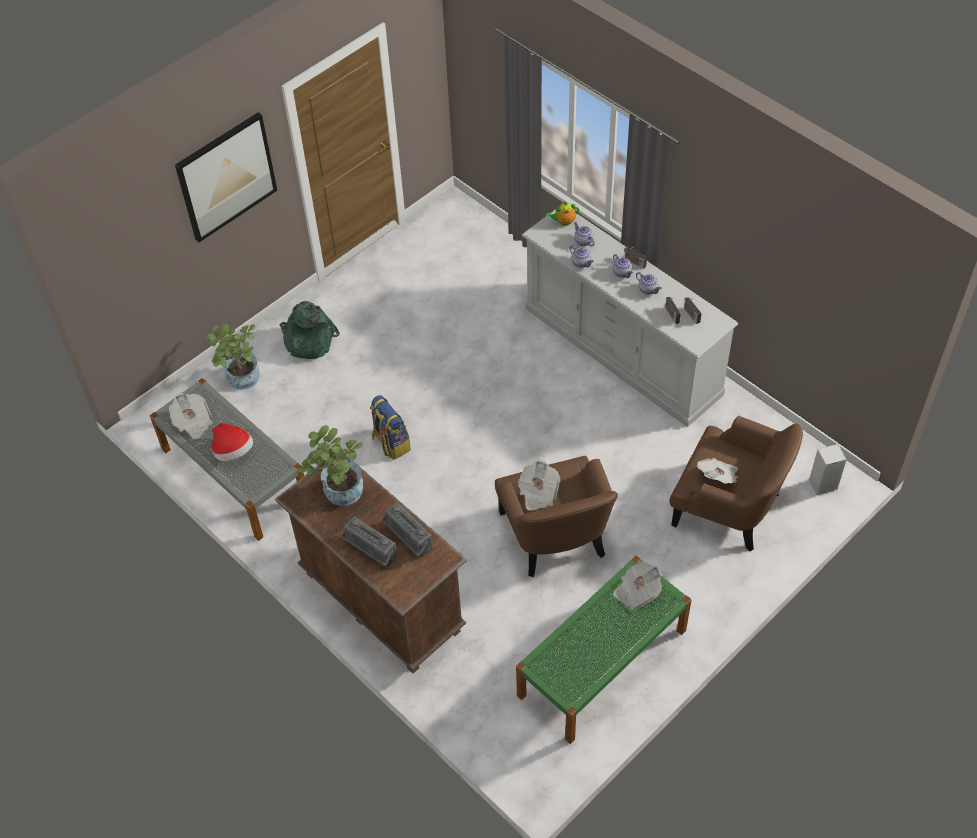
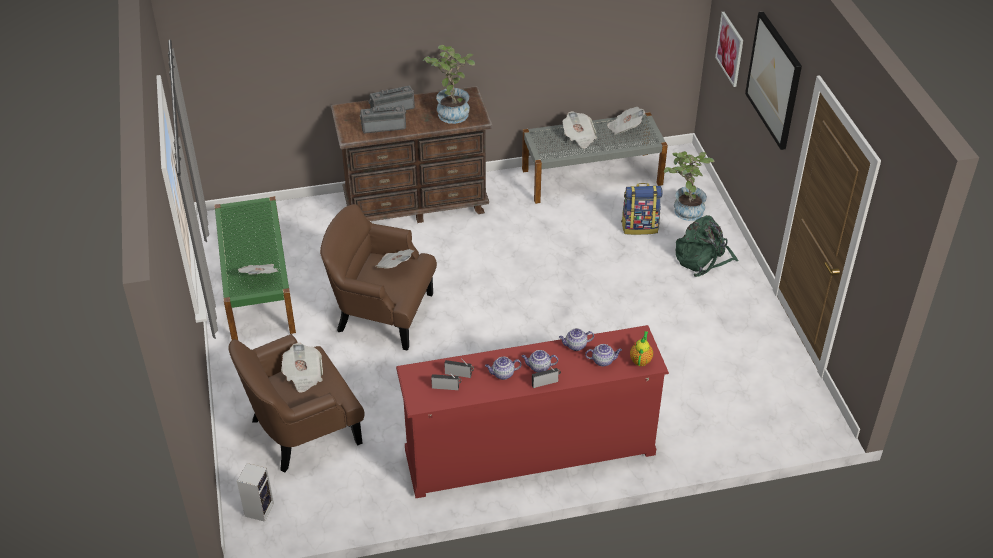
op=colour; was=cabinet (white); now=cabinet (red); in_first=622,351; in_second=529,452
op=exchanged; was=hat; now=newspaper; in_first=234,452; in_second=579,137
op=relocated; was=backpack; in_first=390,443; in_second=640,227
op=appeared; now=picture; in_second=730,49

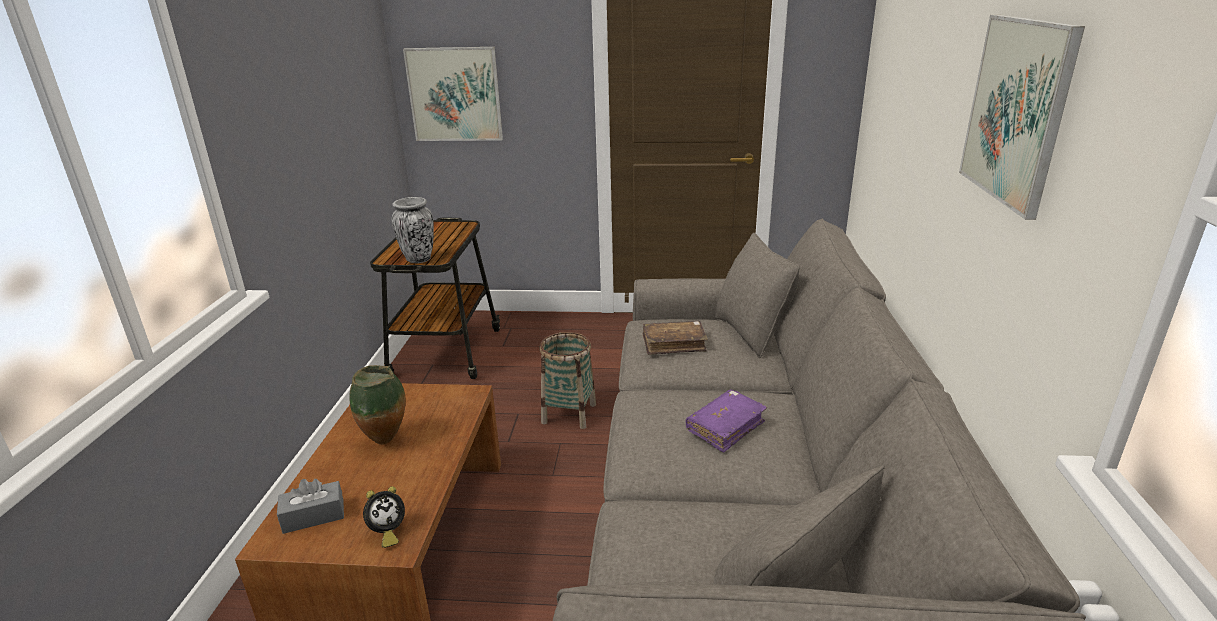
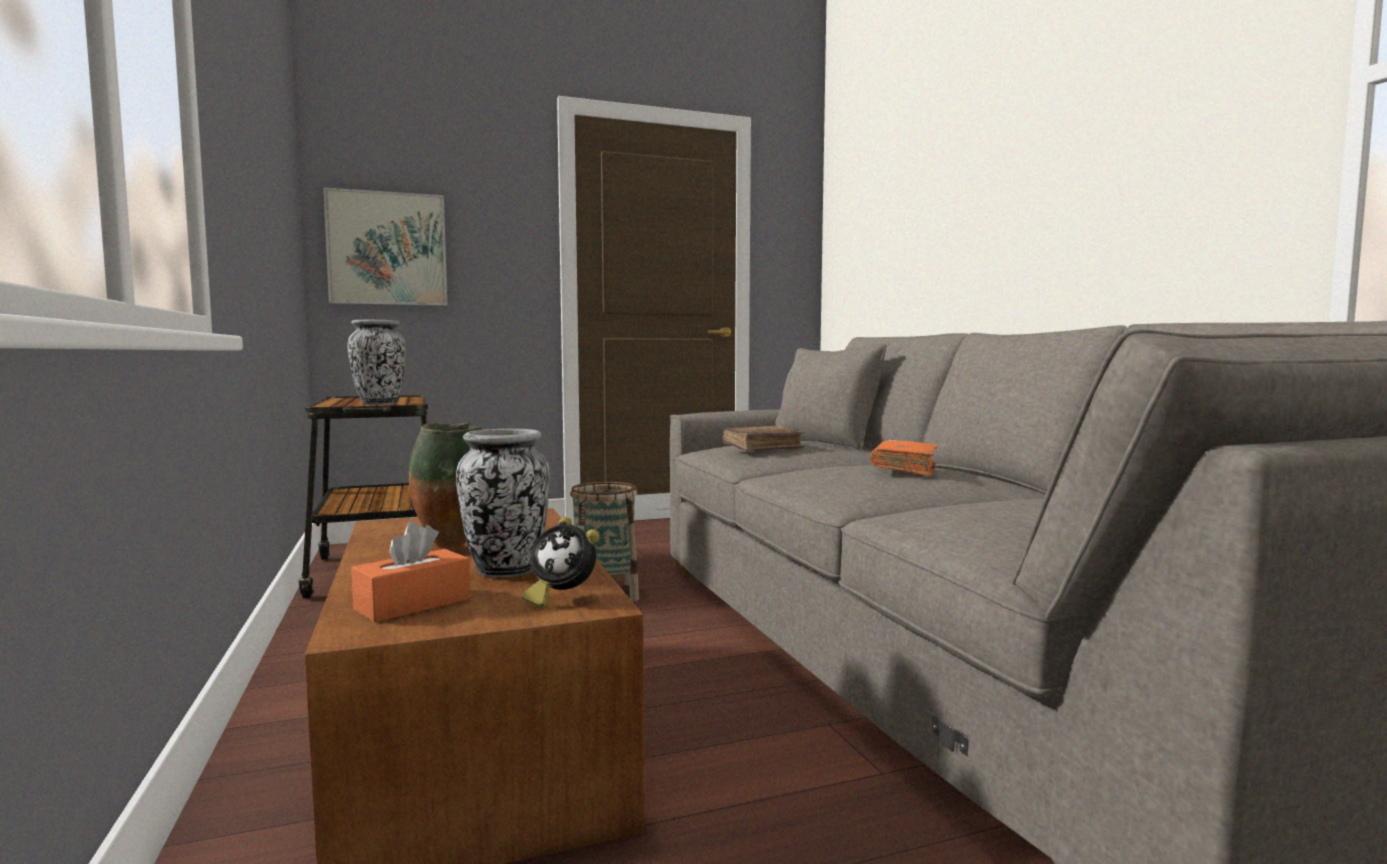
op=colour; was=tissue box (grey); now=tissue box (orange); in_first=313,516; in_second=413,604
op=appeared; now=vase; in_second=506,571
op=spun; was=alarm clock; in_first=387,533; in_second=561,598; clockwise=90
op=colour; was=book (purple); now=book (orange); in_first=725,427; in_second=904,469
op=missing; was=picture; in_first=1016,111

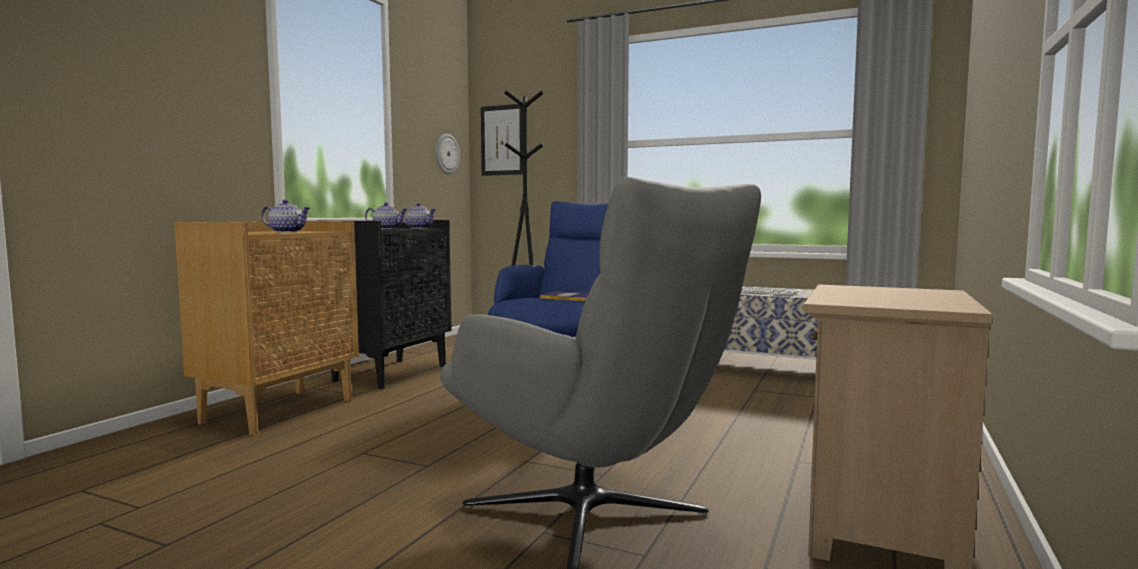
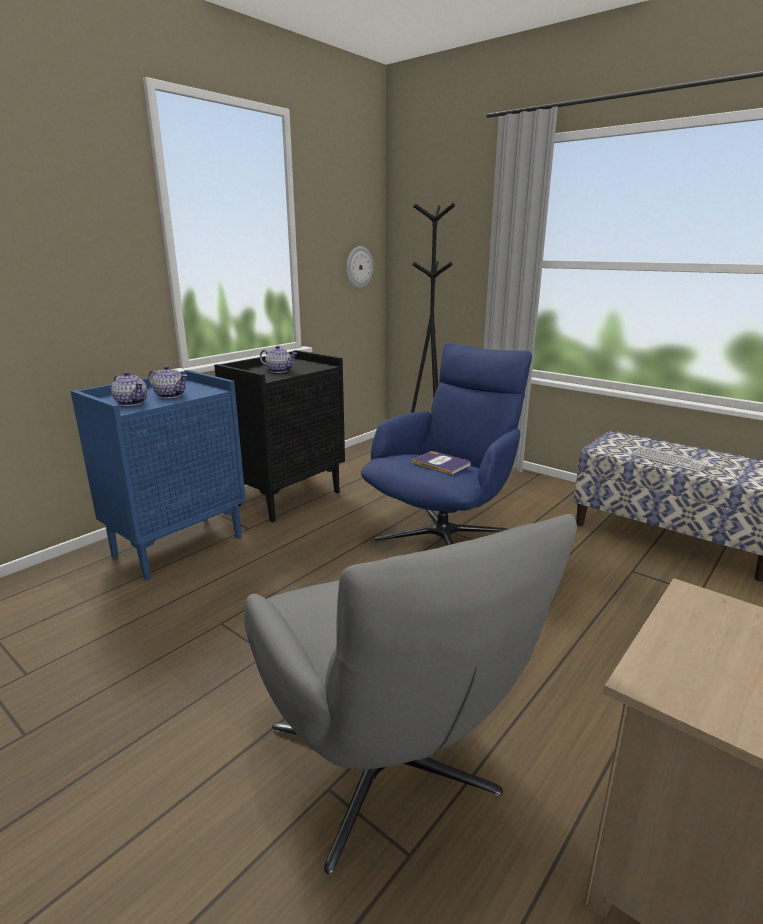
op=colour; was=cabinet (brown); now=cabinet (blue); in_first=280,410; in_second=179,546
op=relocated; was=teapot; in_first=418,228; in_second=131,403
op=missing; was=picture; in_first=502,140

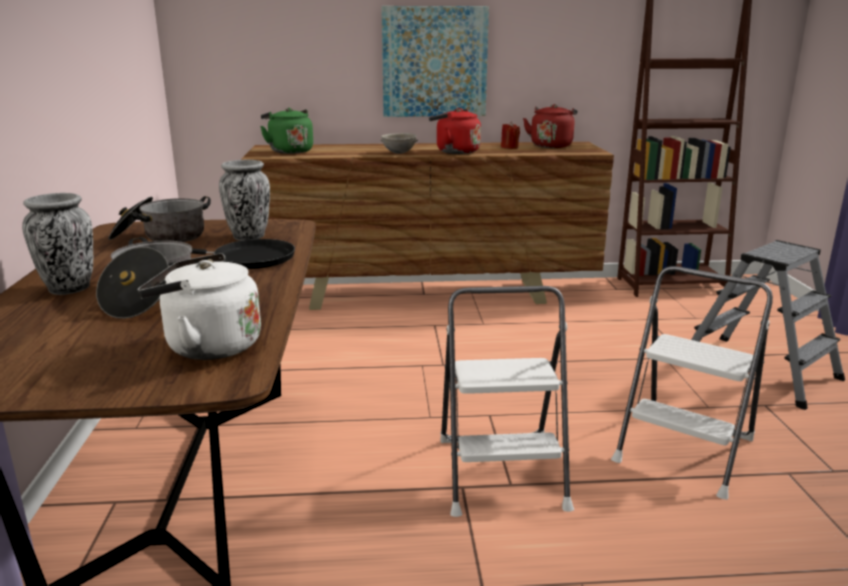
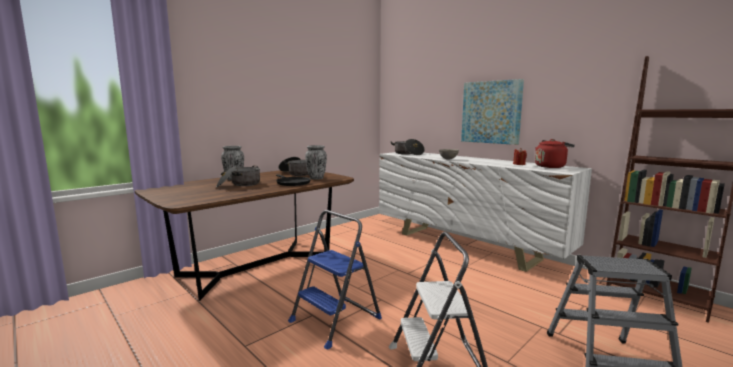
op=colour; was=step ladder (white); now=step ladder (blue); in_first=501,469; in_second=338,318
op=colour; was=cabinet (brown); now=cabinet (white); in_first=428,295; in_second=466,246
op=exchanged; was=kettle (green); now=cooking pot; in_first=289,151; in_second=408,153
op=missing; was=kettle (white); in_first=207,346
op=missing; was=kettle (red); in_first=454,152

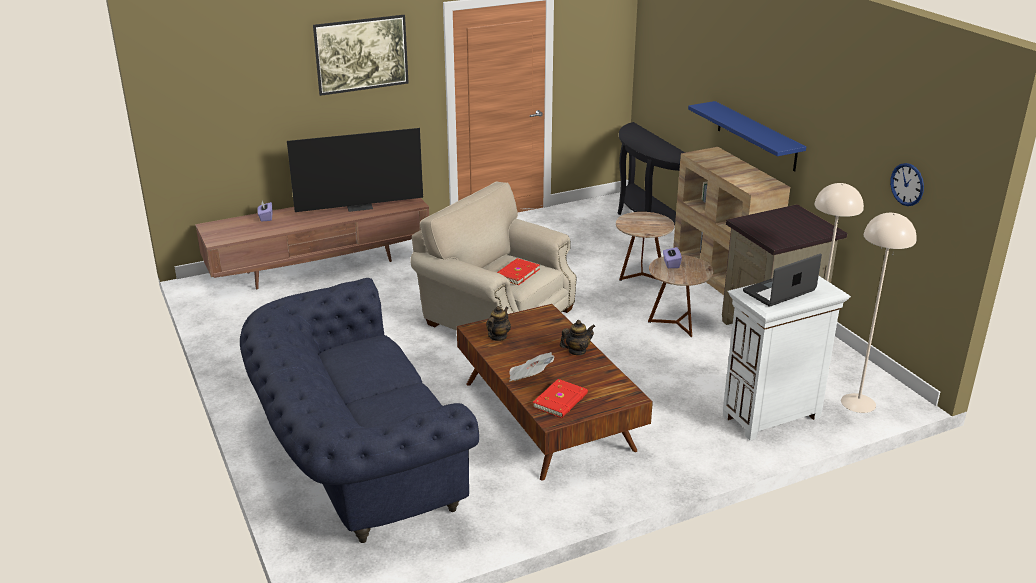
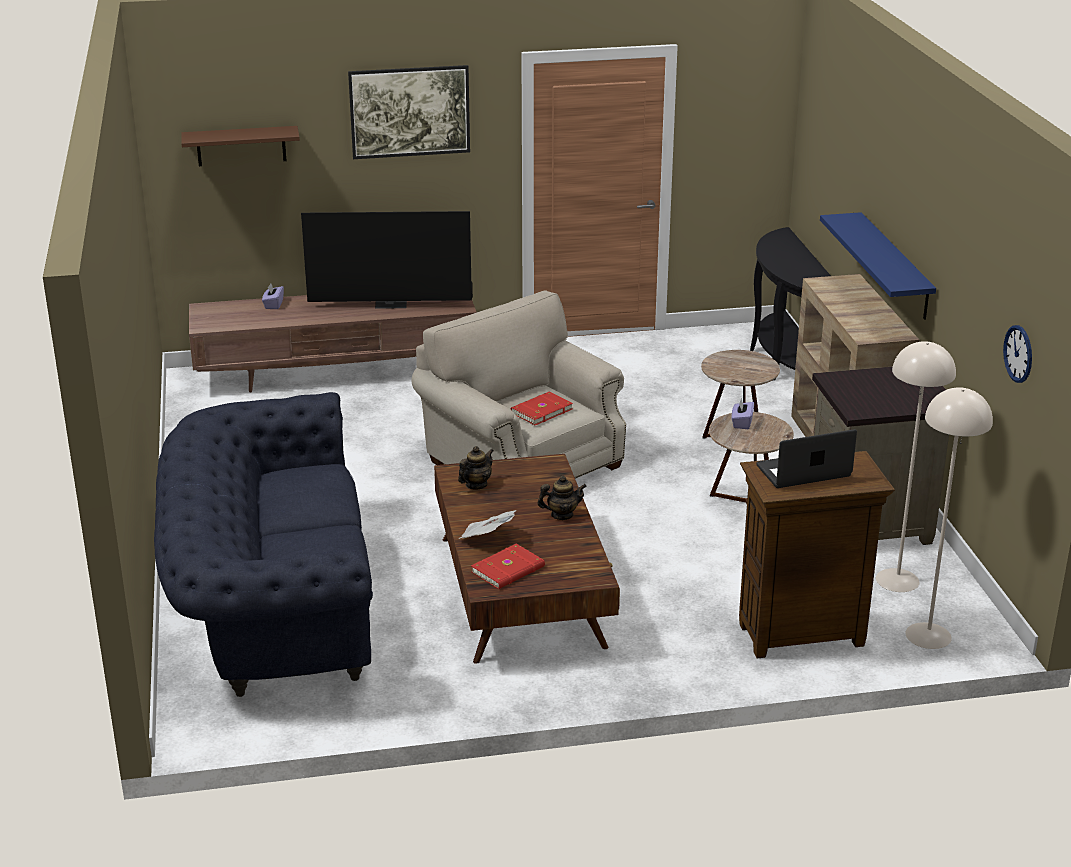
op=appeared; now=shelf (brown); in_second=241,146
op=colour; was=cabinet (white); now=cabinet (brown); in_first=771,418; in_second=800,636

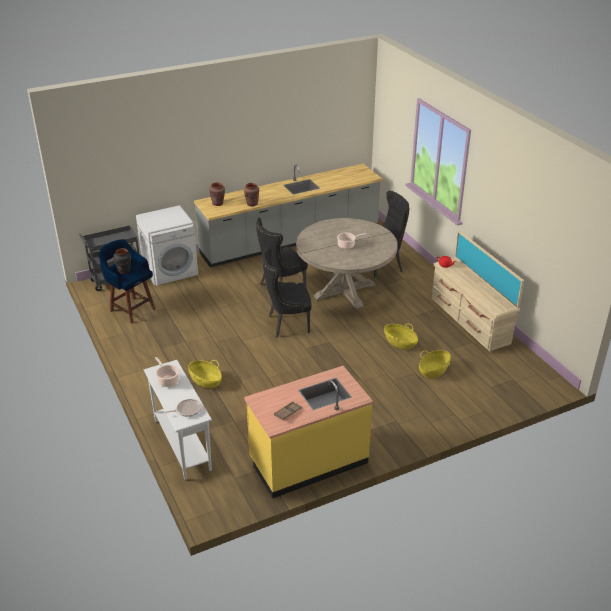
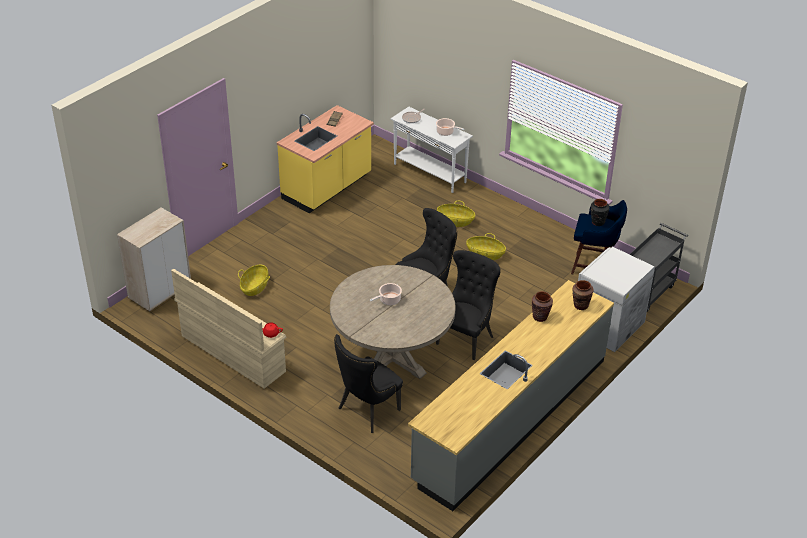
op=appeared; now=cabinet (beige); in_second=160,293
op=relocated; was=basket; in_first=400,343; in_second=485,255

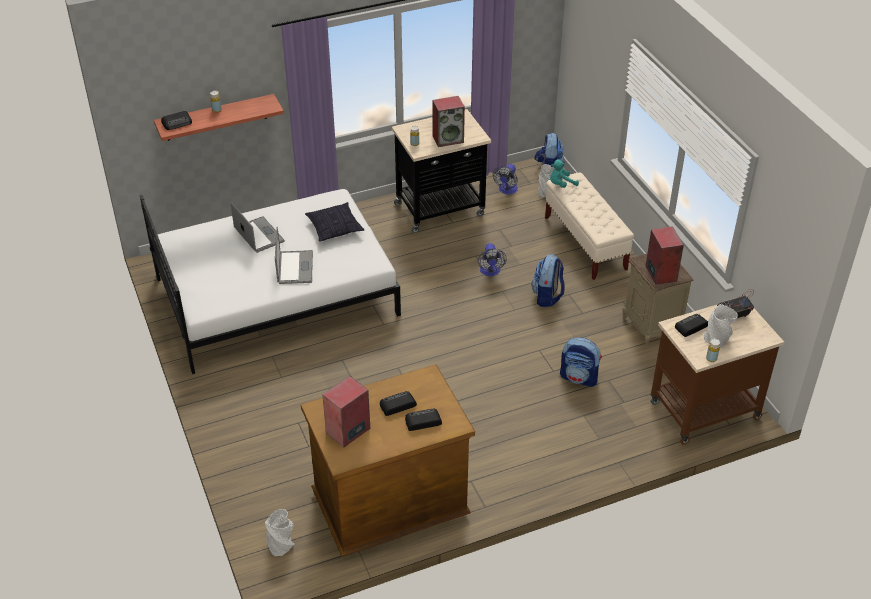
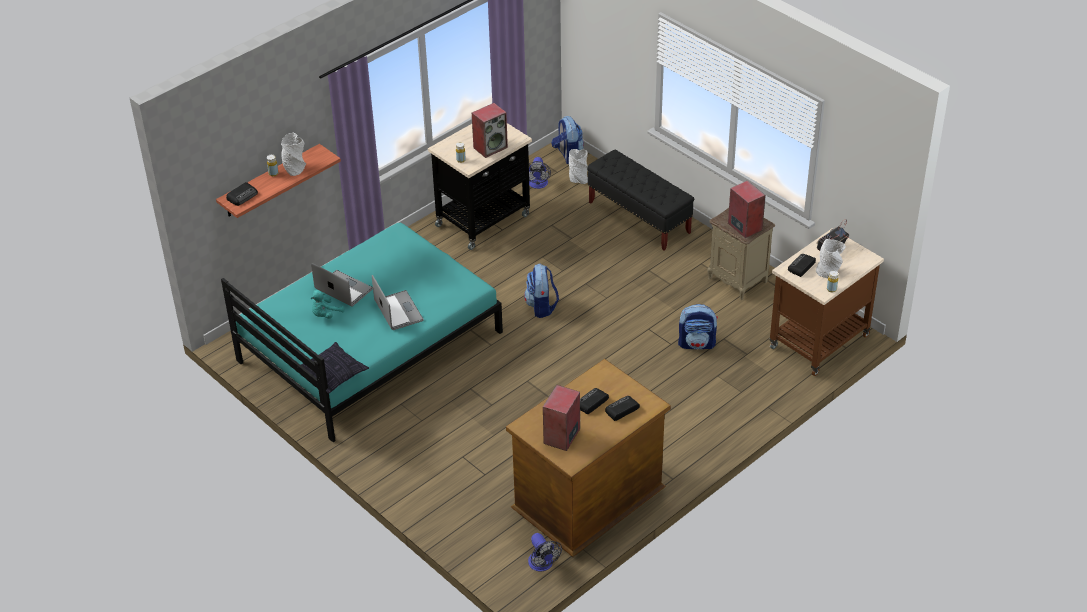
op=colour; was=bed (white); now=bed (turquoise); in_first=276,295; in_second=370,346
op=relocated; was=vase (grey); in_first=281,544; in_second=294,168
op=relocated; was=pillow; in_first=334,228; in_second=333,374
op=relocated; was=plush toy (turquoise); in_first=561,184; in_second=325,314
op=relocated; was=backpack; in_first=547,296; in_second=541,306
op=relocated; was=fan; in_first=490,272; in_second=542,565
op=colour; was=bench (beige); now=bench (black); in_first=585,243; in_second=639,218

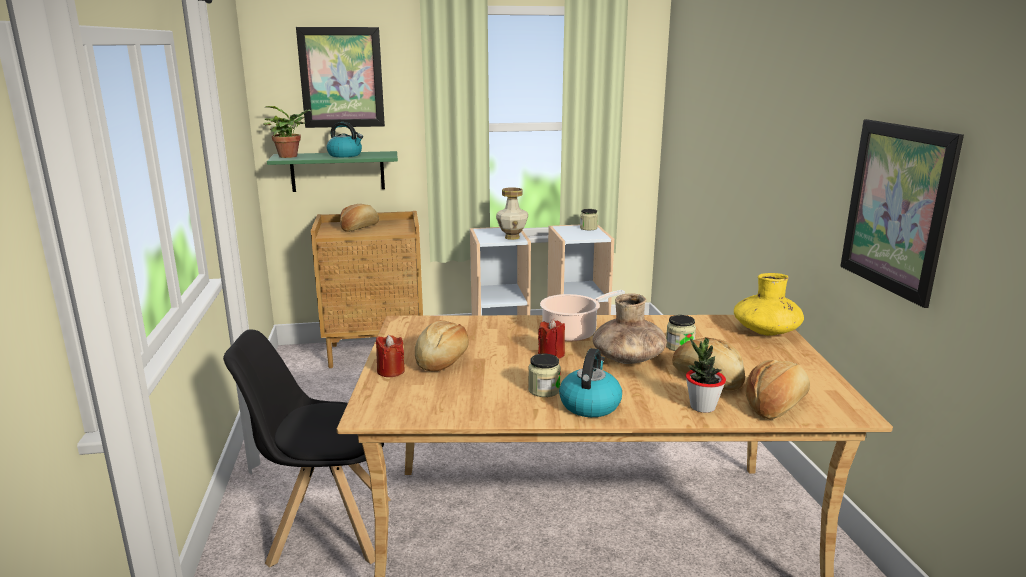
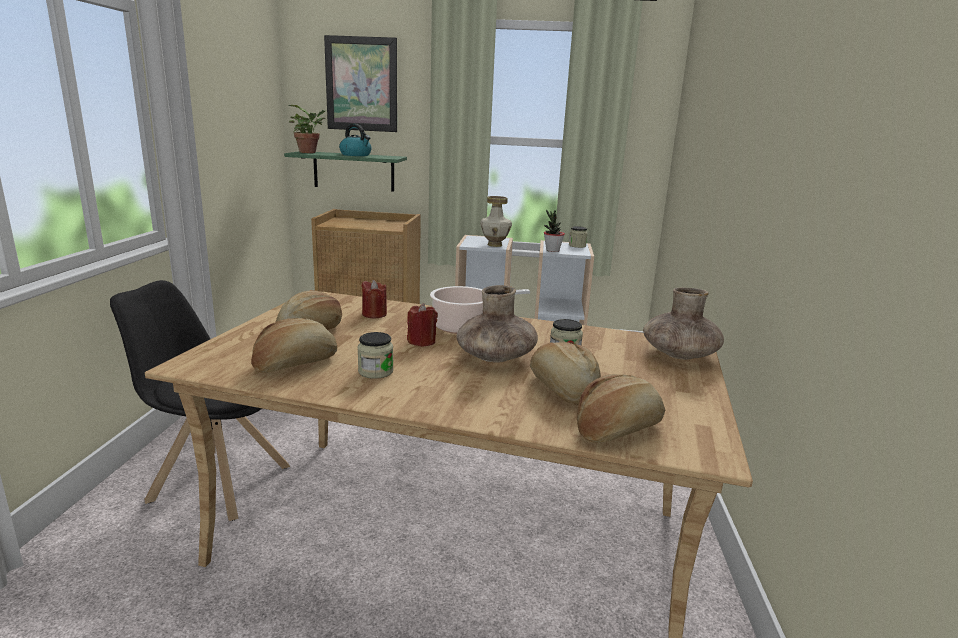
op=relocated; was=bread; in_first=359,228; in_second=295,364
op=relocated; was=candle (red); in_first=390,371; in_second=374,314
op=relocated; was=potted plant; in_first=702,407; in_second=552,250
op=colour; was=vase (yellow); now=vase (brown); in_first=766,331; in_second=679,355
op=missing; was=kettle; in_first=590,404
op=missing; was=picture; in_first=896,208

